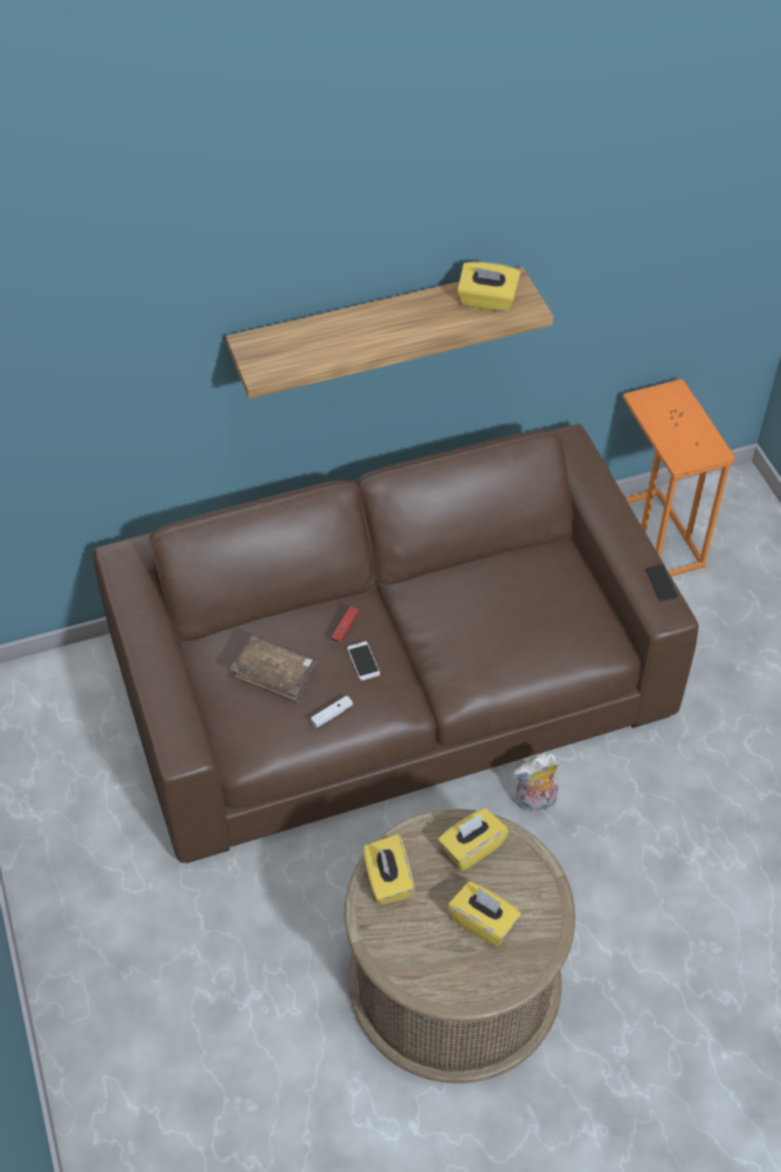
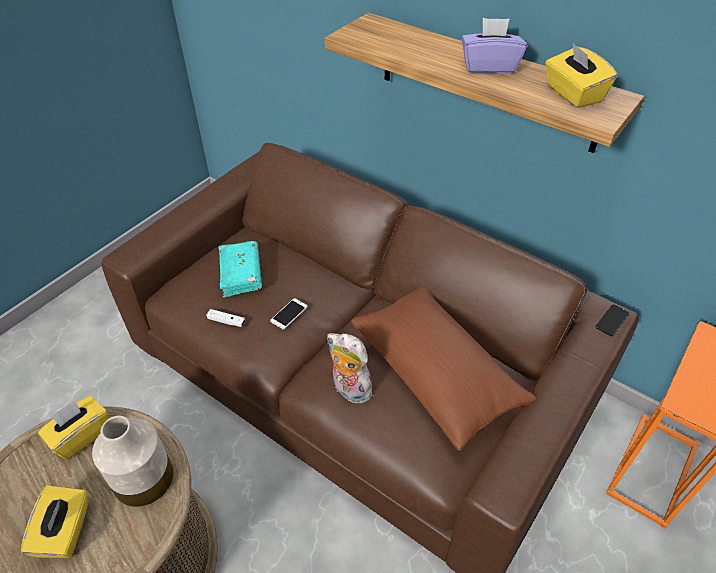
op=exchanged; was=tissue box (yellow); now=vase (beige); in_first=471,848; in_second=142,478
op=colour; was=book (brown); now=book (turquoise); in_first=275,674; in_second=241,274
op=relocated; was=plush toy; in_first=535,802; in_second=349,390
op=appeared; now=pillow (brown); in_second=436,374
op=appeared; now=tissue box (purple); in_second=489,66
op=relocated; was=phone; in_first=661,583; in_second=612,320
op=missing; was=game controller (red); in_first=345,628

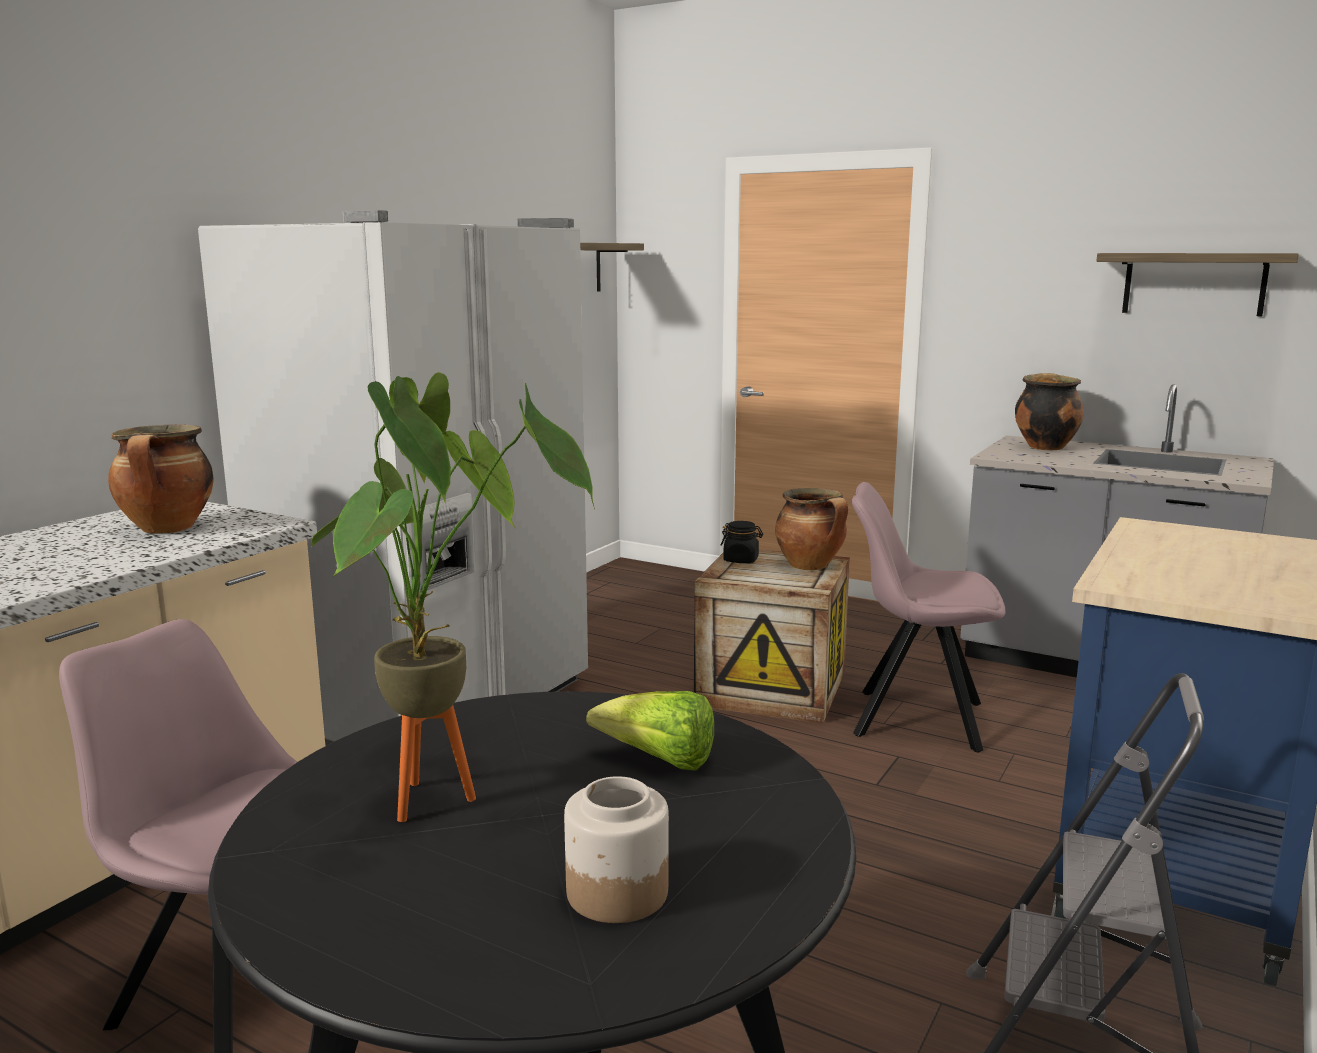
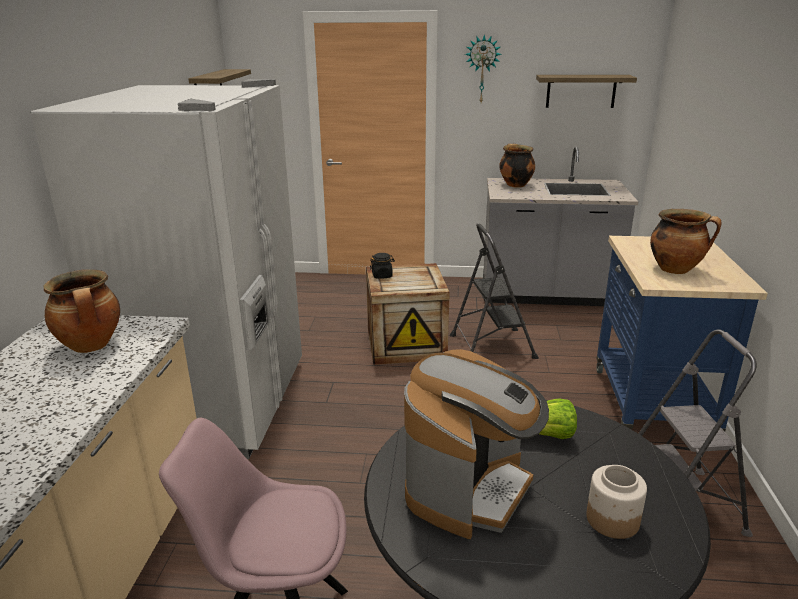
op=exchanged; was=potted plant; now=coffee machine; in_first=447,792; in_second=470,489
op=exchanged; was=chair (pink); now=step ladder (black); in_first=917,719; in_second=489,346
op=appeared; now=wall clock; in_second=482,69
op=relocated; was=cooking pot; in_first=811,566; in_second=676,269

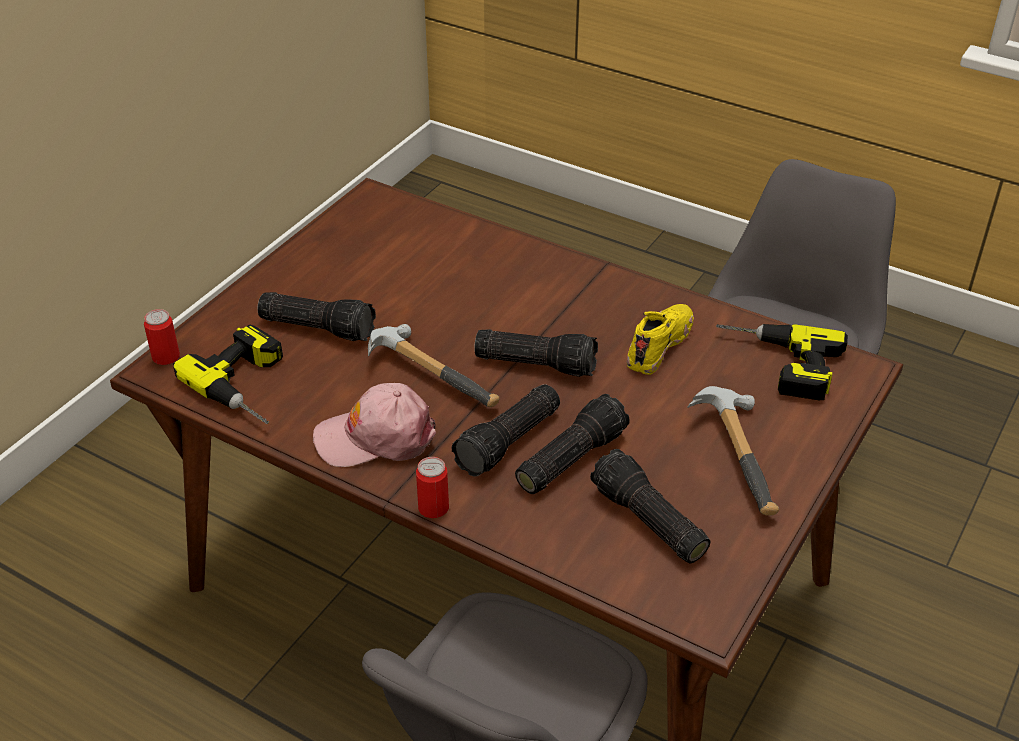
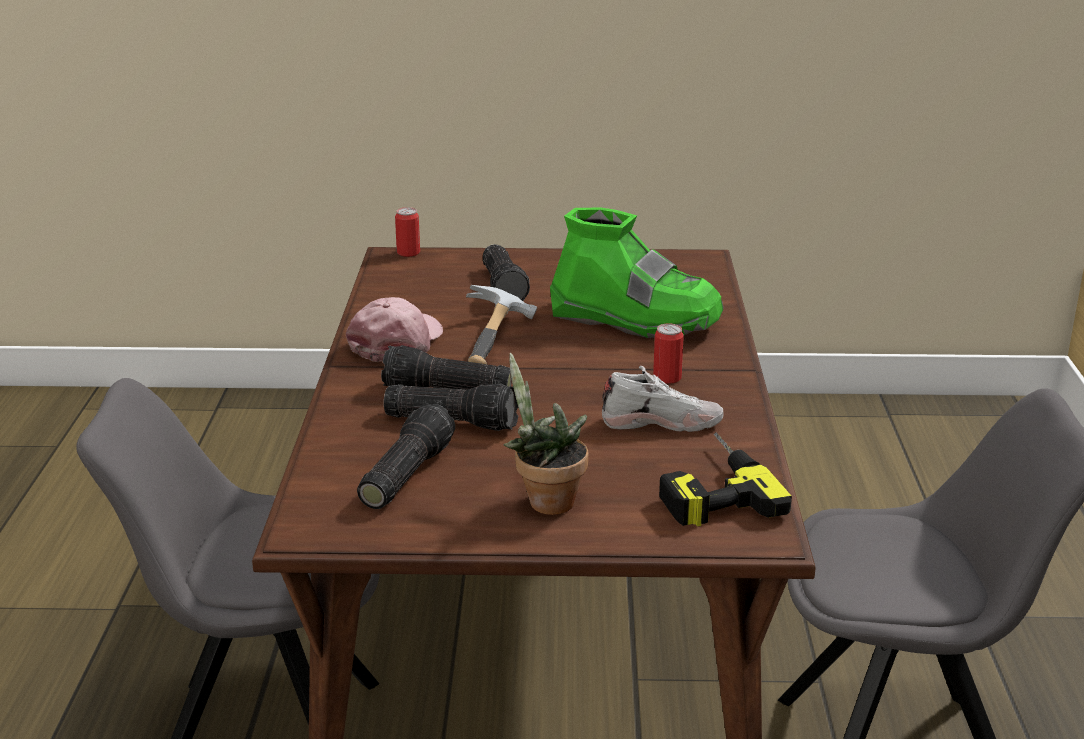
op=spun; was=cap (pink); in_first=376,437; in_second=397,342; clockwise=60
op=exchanged; was=hammer; now=potted plant; in_first=744,455; in_second=545,501
op=appeared; now=boot (green); in_second=636,319
op=colour; was=shoe (yellow); now=shoe (white); in_first=658,344; in_second=661,422
op=relocated; was=can; in_first=433,508; in_second=667,378
op=missing; was=power drill; in_first=251,385
op=missing; was=flashlight; in_first=537,363

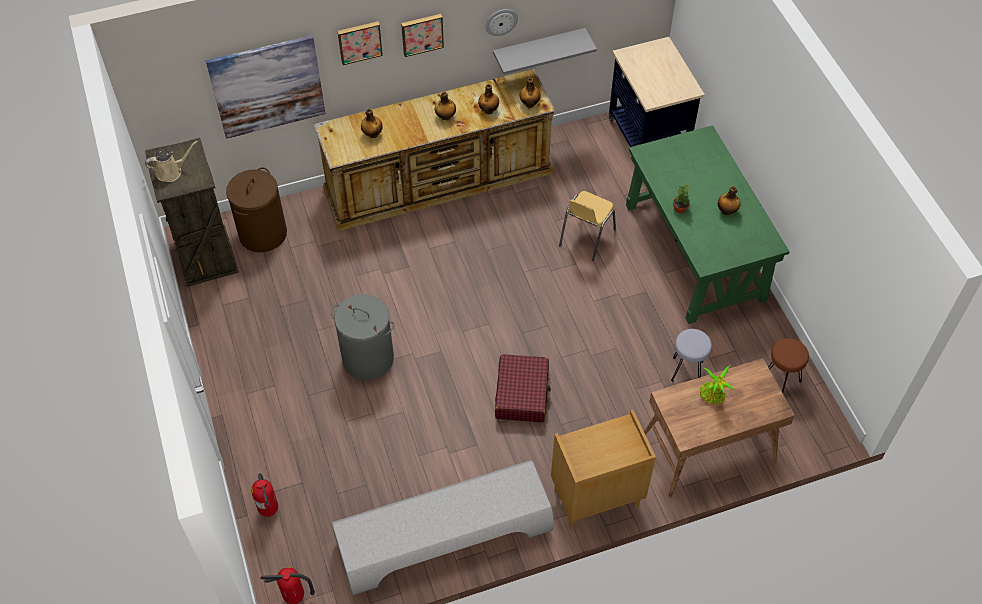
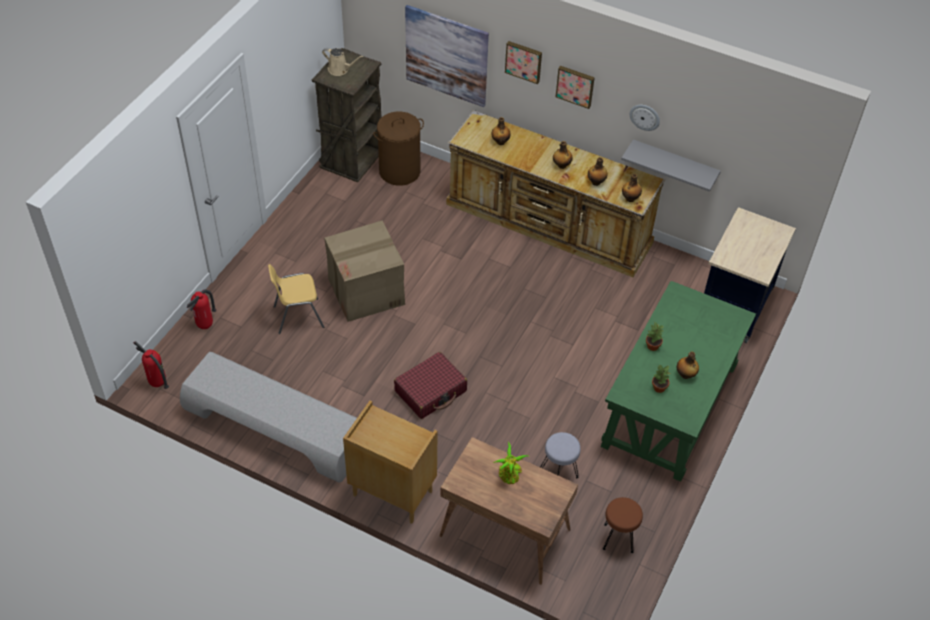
op=relocated; was=chair (yellow); in_first=586,237; in_second=298,316
op=exchanged; was=laundry basket (grey); now=cardboard box; in_first=368,358; in_second=367,291
op=appeared; now=potted plant; in_second=658,387

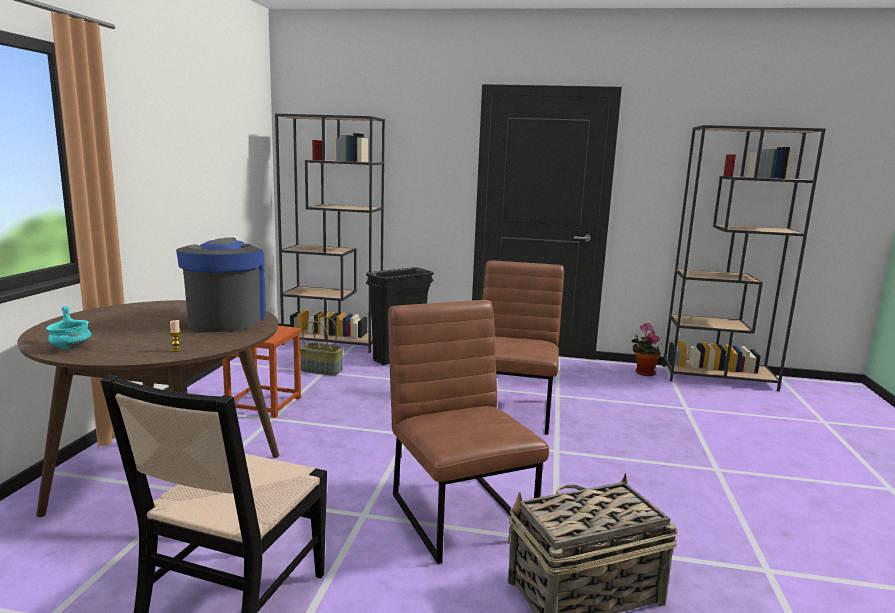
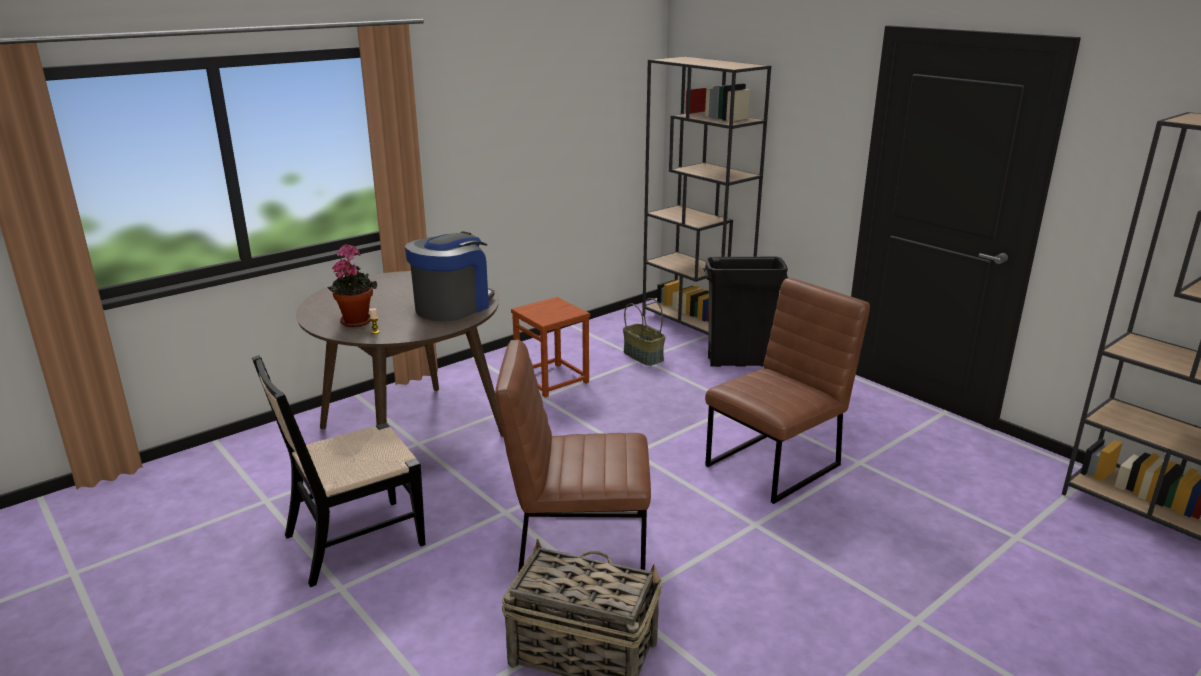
op=relocated; was=potted plant; in_first=643,372; in_second=356,320
op=spun; was=chair (brown); in_first=459,513; in_second=578,543; clockwise=-105
op=missing; was=bowl (turquoise); in_first=70,346

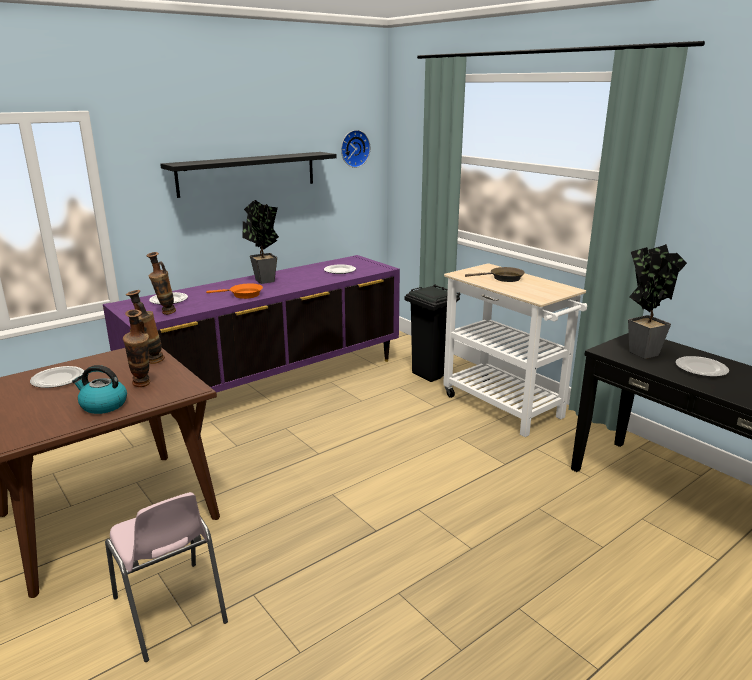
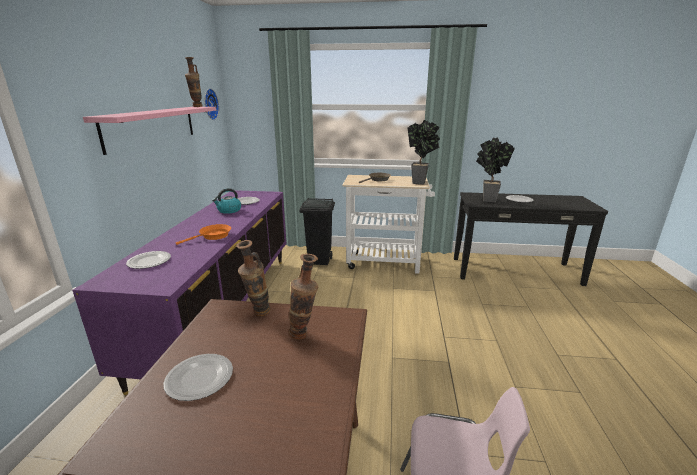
op=colour; was=shelf (black); now=shelf (pink); in_first=248,173; in_second=152,127
op=relocated; was=vase; in_first=165,313; in_second=197,107
op=relocated; was=kettle; in_first=103,405; in_second=229,210
op=relocated; was=potted plant; in_first=264,282; in_second=421,183

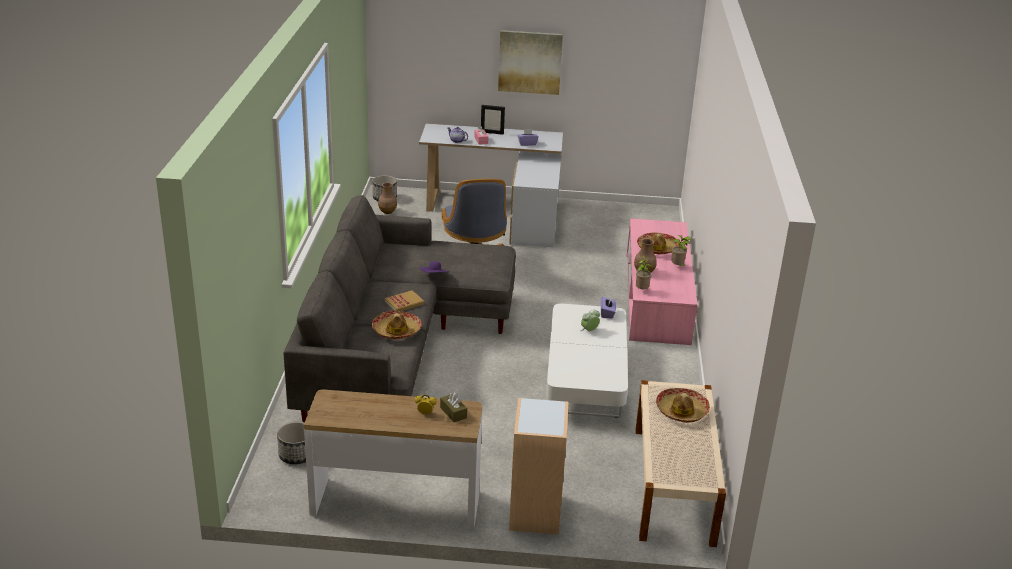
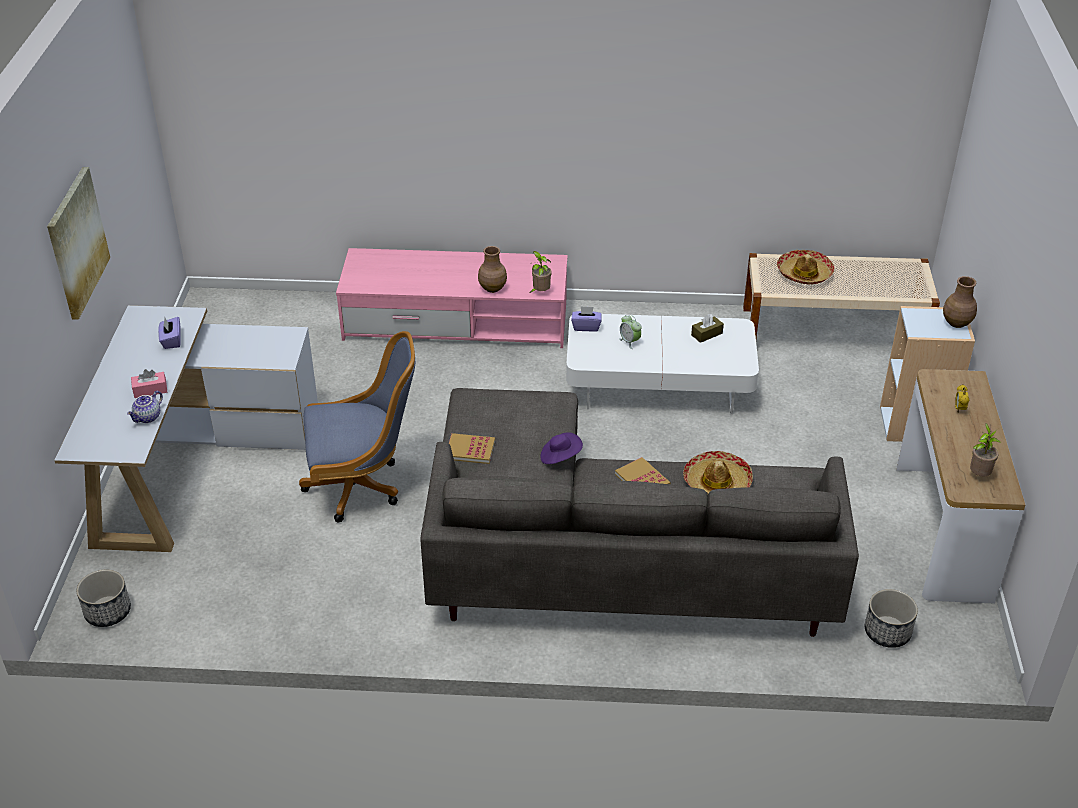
op=appeared; now=book; in_second=470,450
op=relocated; was=tissue box (brown); in_first=453,413; in_second=706,334
op=relocated; was=vase (brown); in_first=387,211; in_second=956,323
op=relocated; was=potted plant; in_first=678,267; in_second=978,475
op=missing; was=picture frame; in_first=492,132
op=missing; was=hat; in_first=657,248

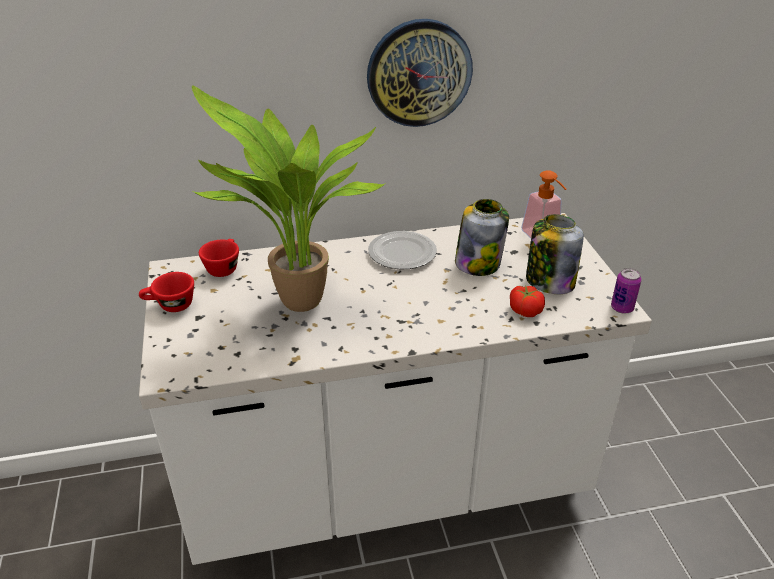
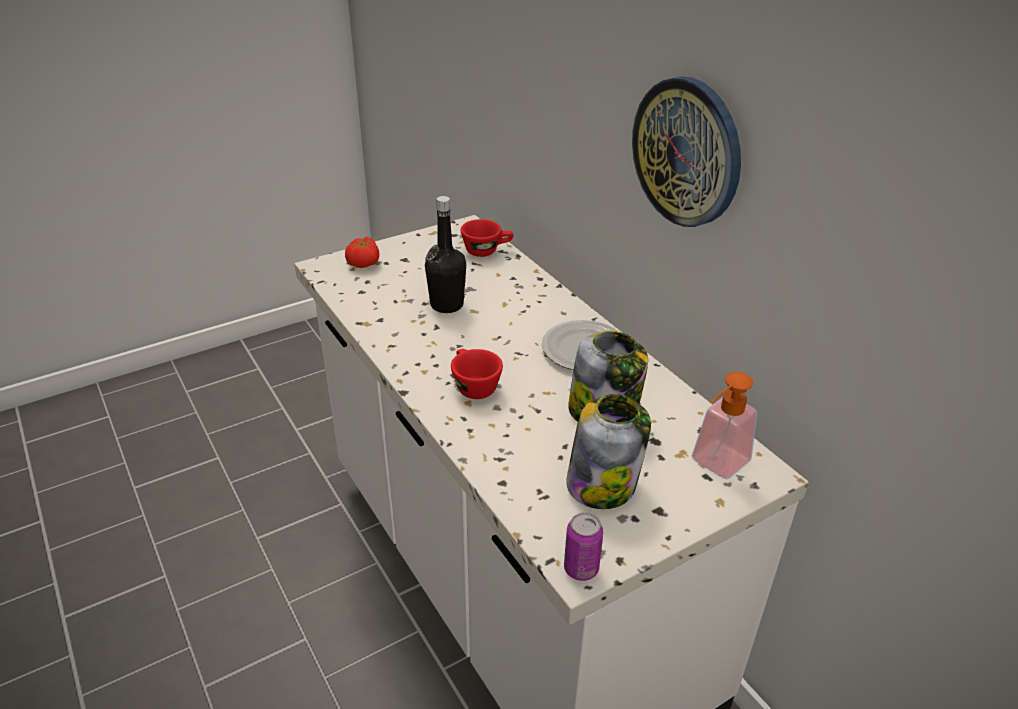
op=relocated; was=tomato; in_first=525,310; in_second=364,263
op=exchanged; was=potted plant; now=bottle (black); in_first=297,306; in_second=447,305
op=relocated; was=cup (red); in_first=170,306; in_second=473,385

